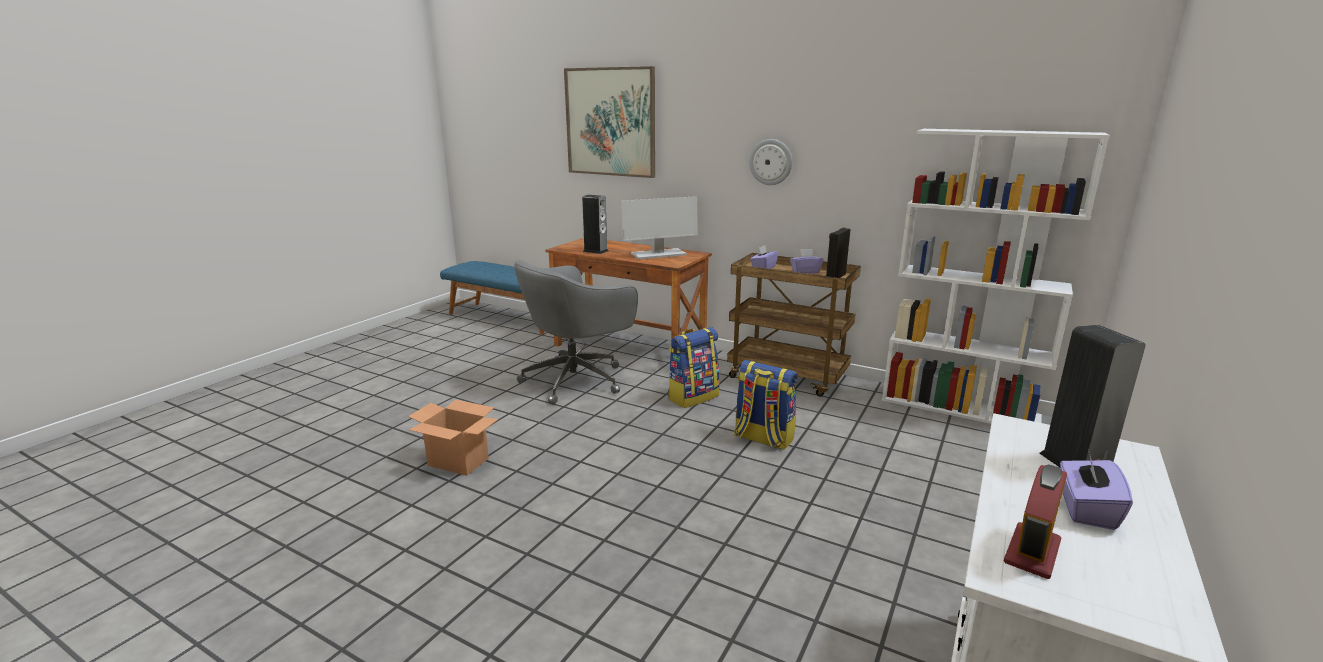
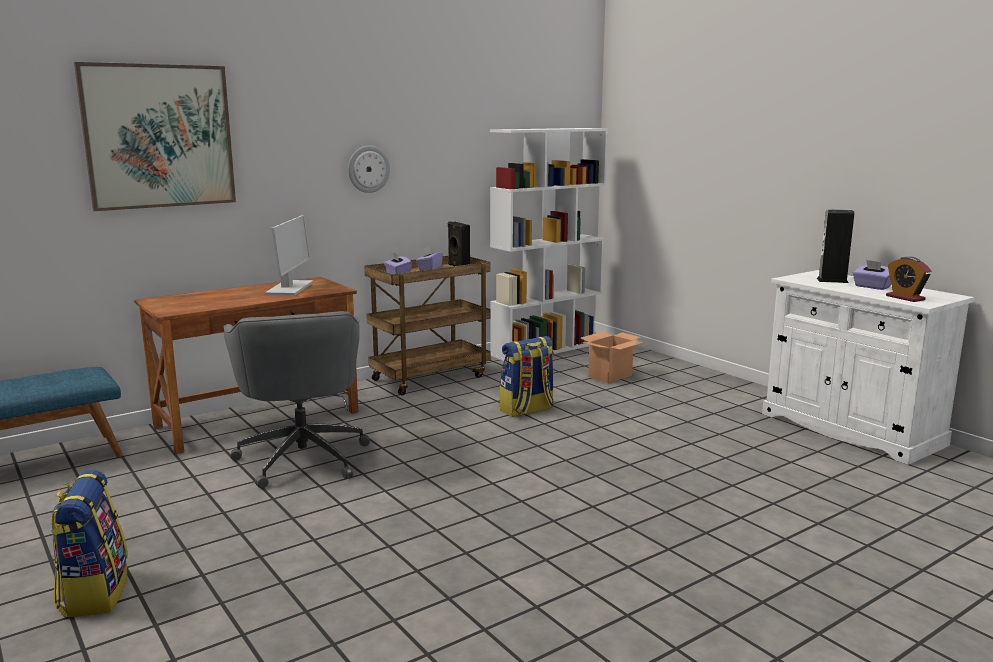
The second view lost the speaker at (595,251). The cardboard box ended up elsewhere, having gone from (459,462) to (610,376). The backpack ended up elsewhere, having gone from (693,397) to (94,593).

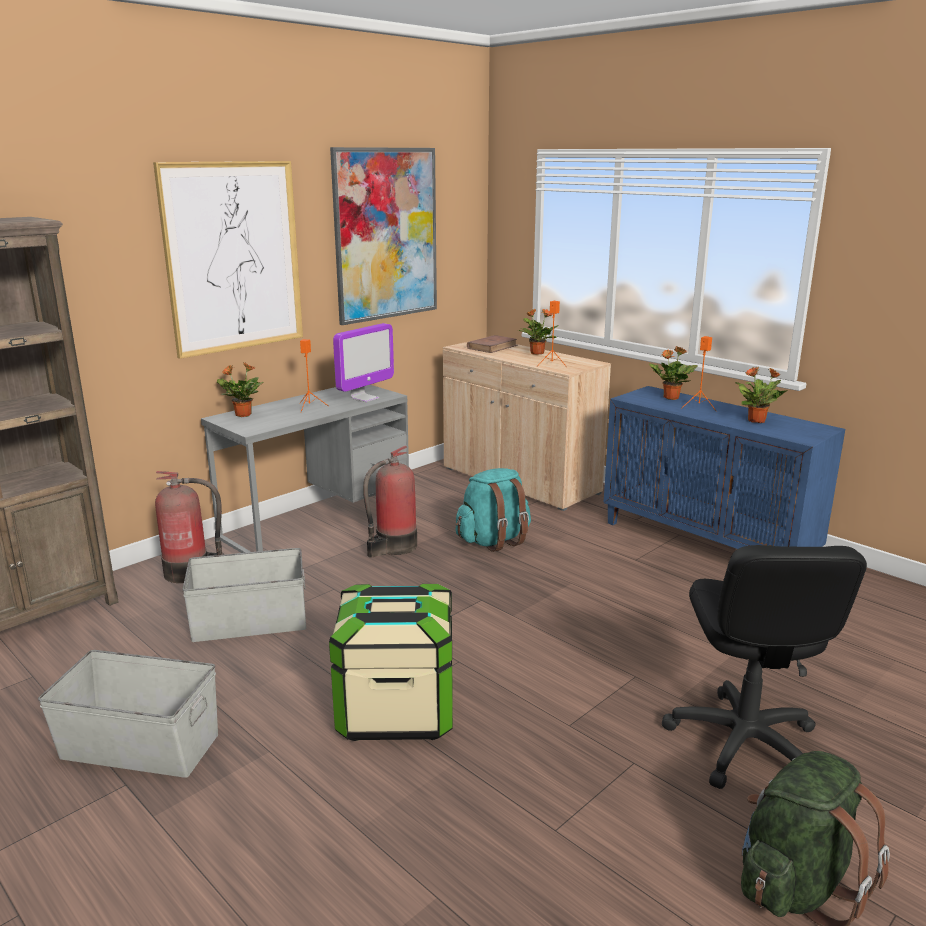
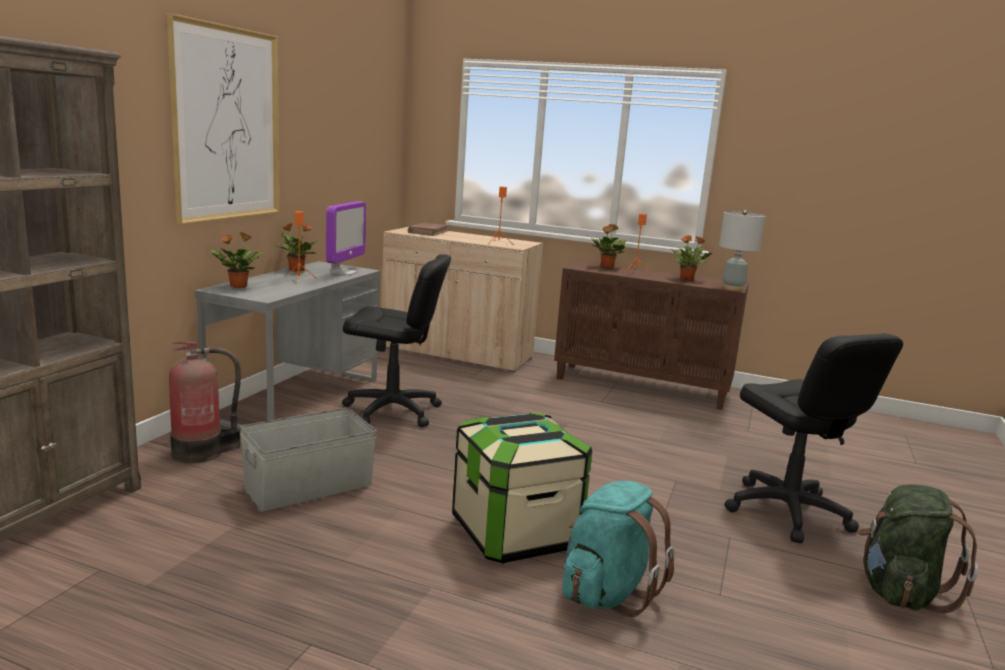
The second view lost the grey storage box at (140,745). The second view lost the picture at (386,234). The second view gained the grey table lamp at (732,288). The turquoise backpack ended up elsewhere, having gone from (494,540) to (607,592). The potted plant ended up elsewhere, having gone from (536,353) to (296,270). Where the fire extinguisher stood at (394,547), the black office chair came to stand at (392,411). What was the blue cabinet at (707,543) turned into the brown cabinet at (642,386).

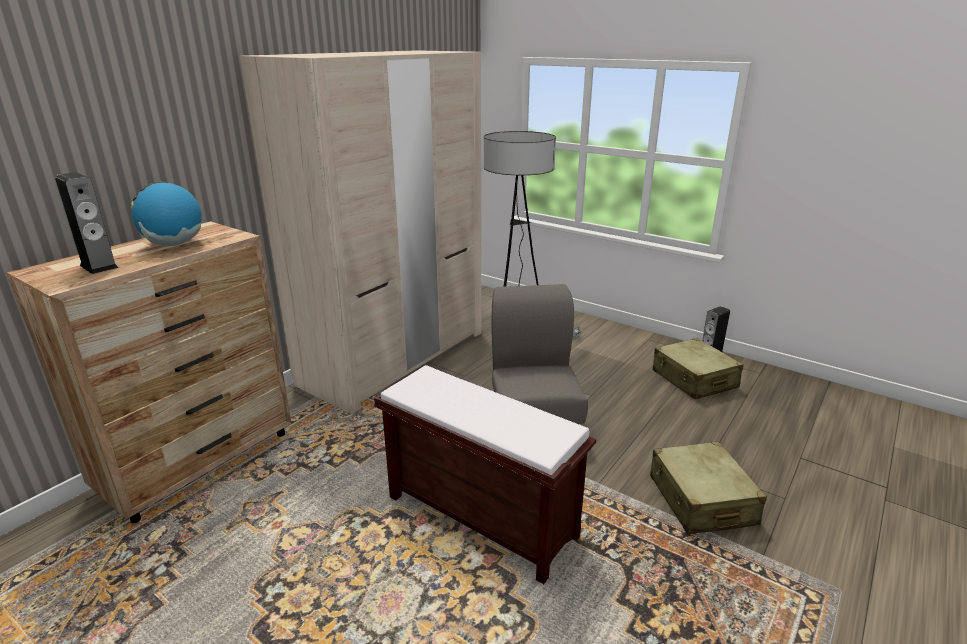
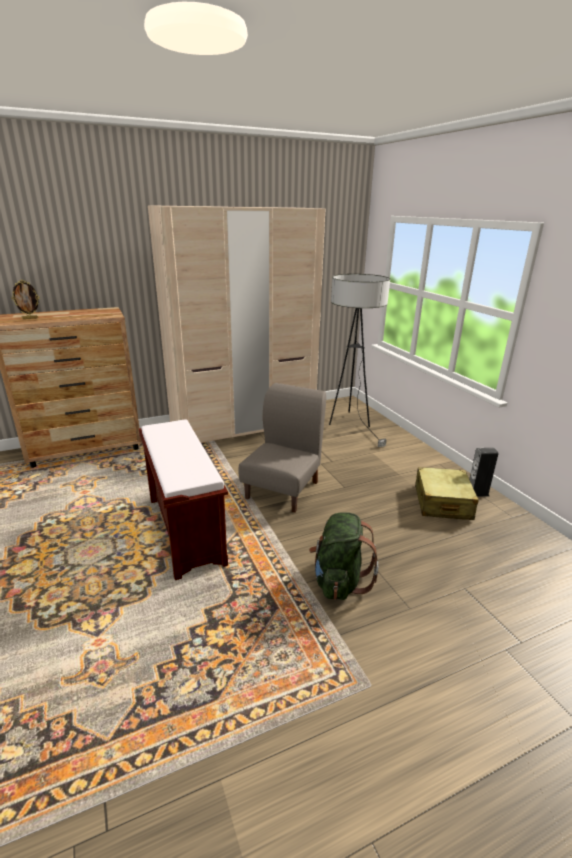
The second view lost the globe at (174,244). Where the speaker stood at (99,266), the picture frame came to stand at (30,318). Where the beige suitcase stood at (701,500), the green backpack came to stand at (339,581).

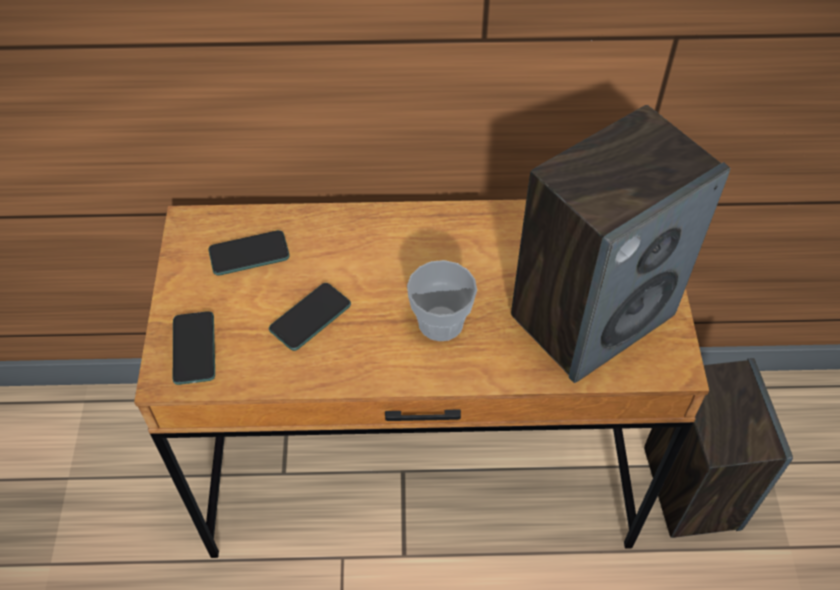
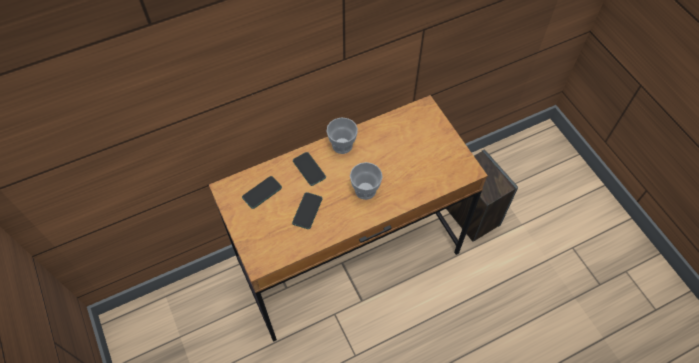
The second view lost the speaker at (592,314). The second view gained the cup at (342,145). The phone ended up elsewhere, having gone from (194,348) to (309,169).

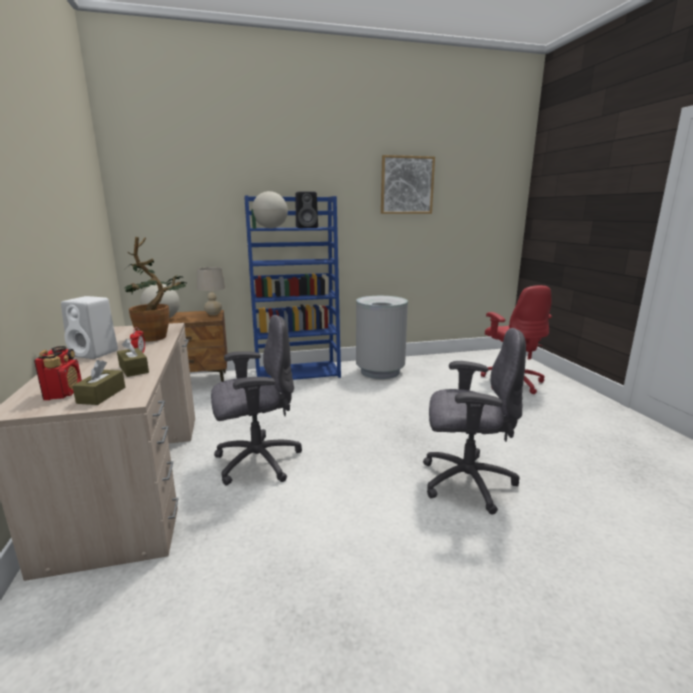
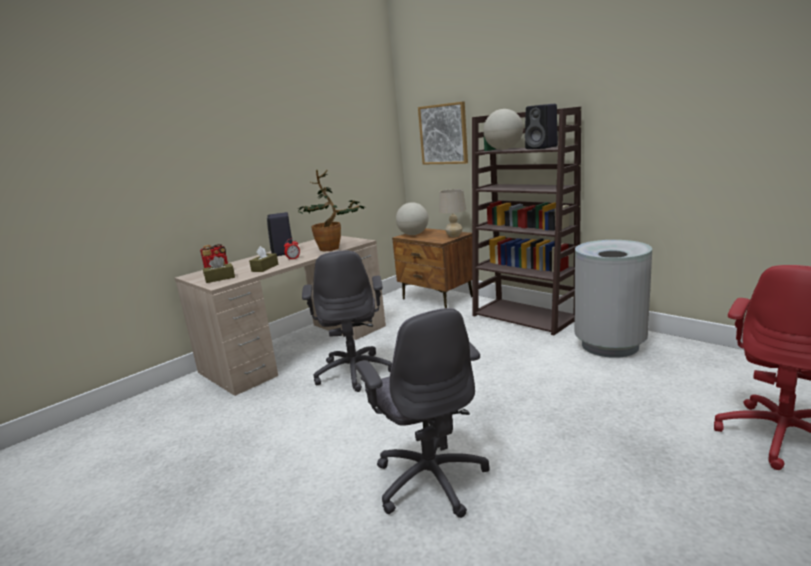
The picture ended up elsewhere, having gone from (406,185) to (443,134). What was the white speaker at (95,353) turned into the black speaker at (283,253). What was the blue bookcase at (298,373) turned into the brown bookcase at (525,316). The grey office chair at (256,461) ended up facing another way, 45 degrees clockwise from before.

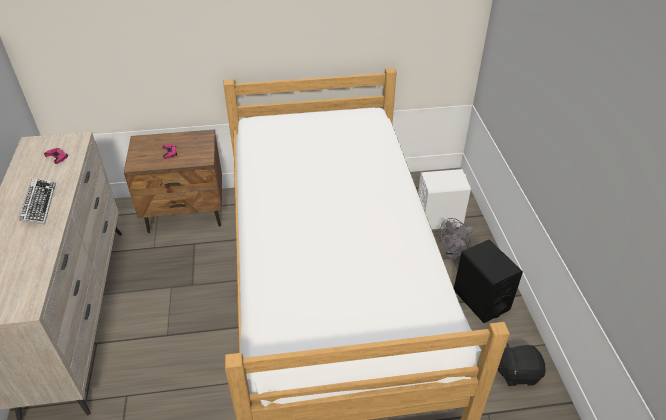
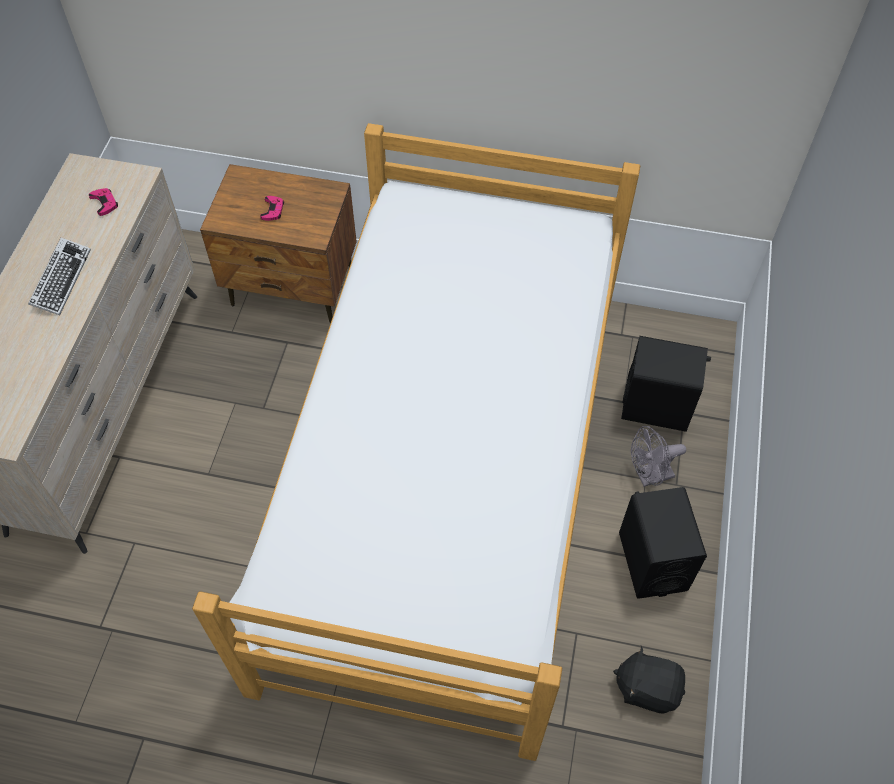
What was the white speaker at (439,219) turned into the black speaker at (656,406).

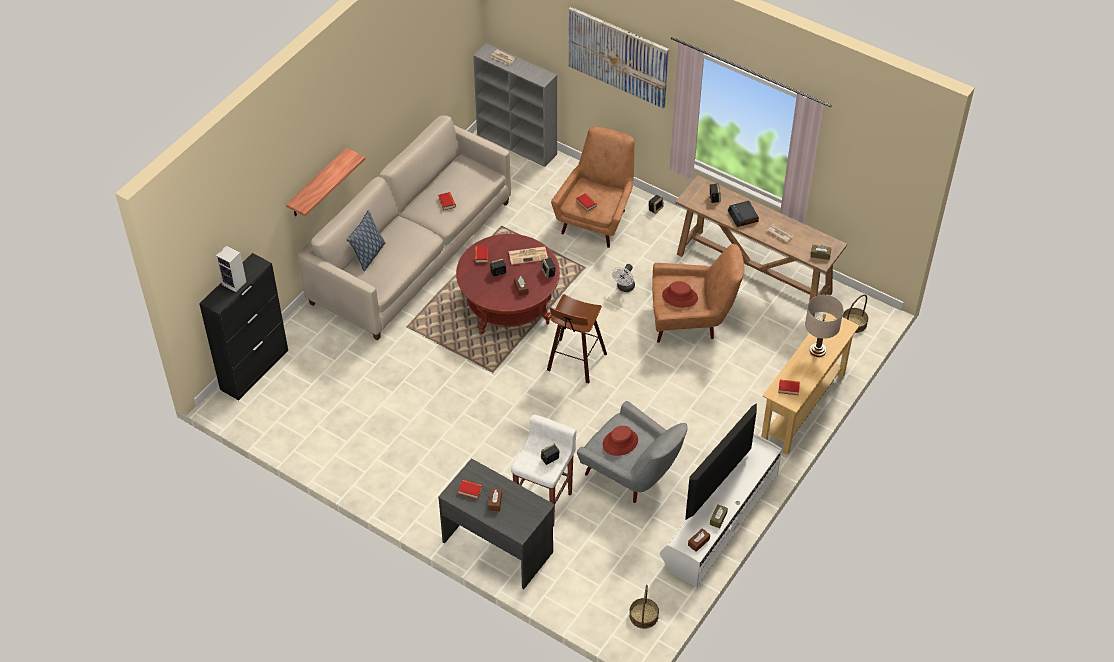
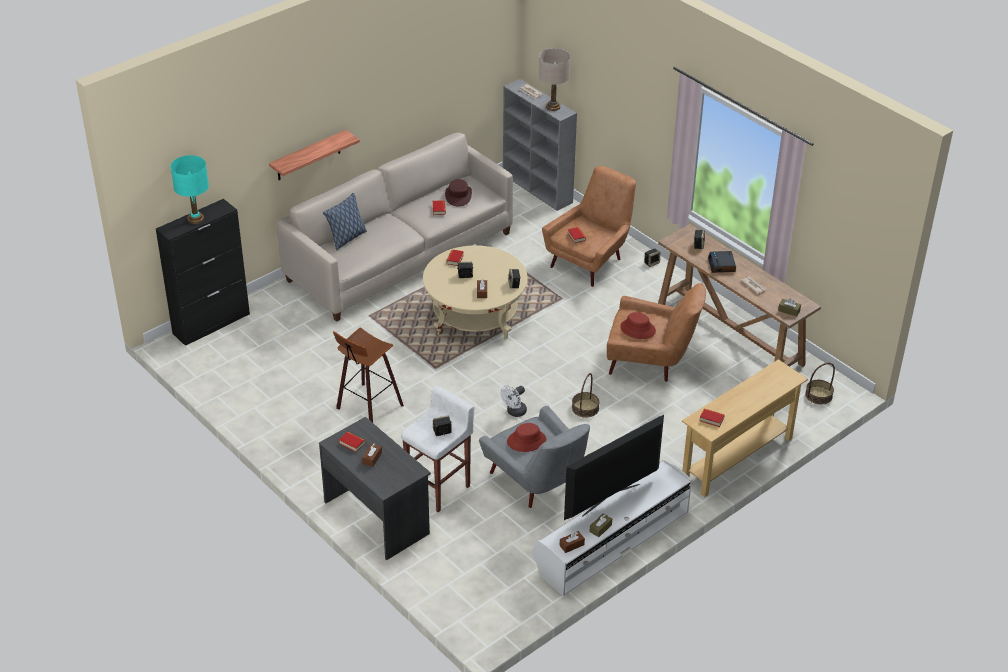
The second view lost the newspaper at (528,255). The second view lost the picture at (618,56). The second view gained the brown hat at (458,196). The stool ended up elsewhere, having gone from (575,363) to (367,407). The white fan ended up elsewhere, having gone from (624,288) to (514,412). The basket ended up elsewhere, having gone from (643,615) to (585,408). The beige table lamp ended up elsewhere, having gone from (817,350) to (553,107). Where the speaker stood at (235,283), the turquoise table lamp came to stand at (196,219). What was the red coffee table at (509,303) turned into the beige coffee table at (475,315).

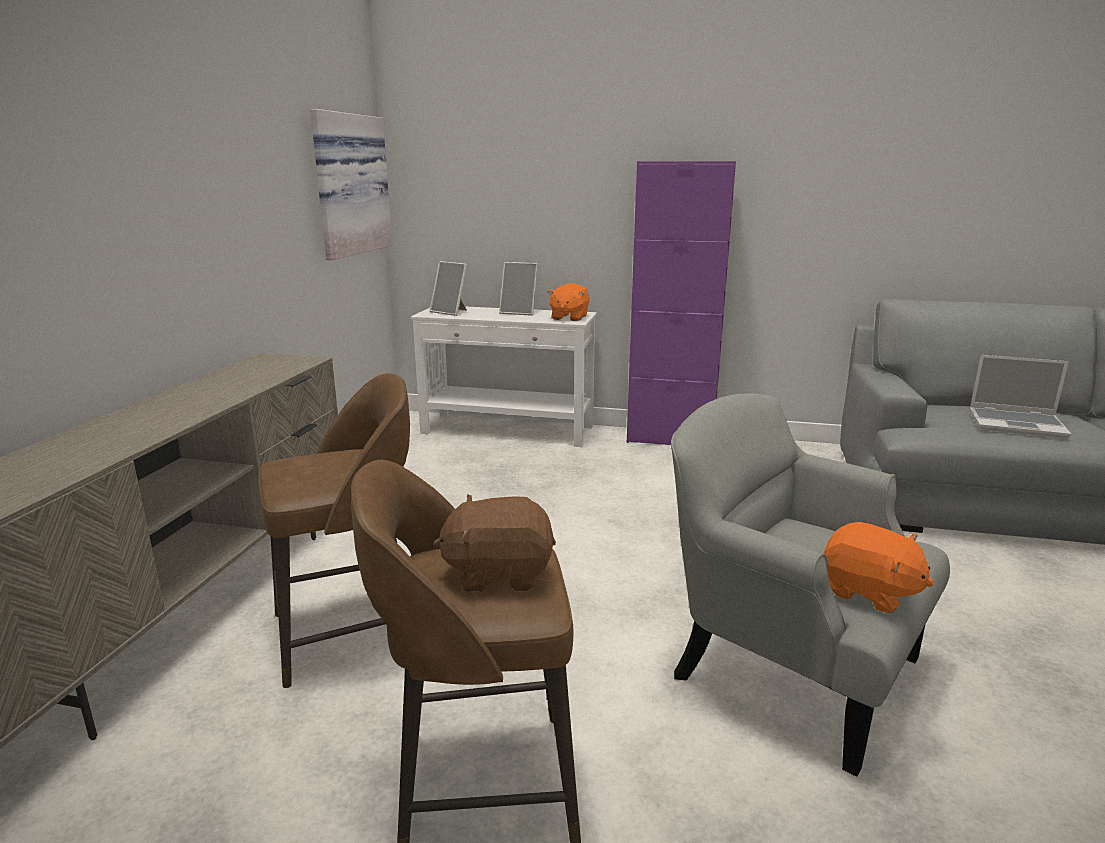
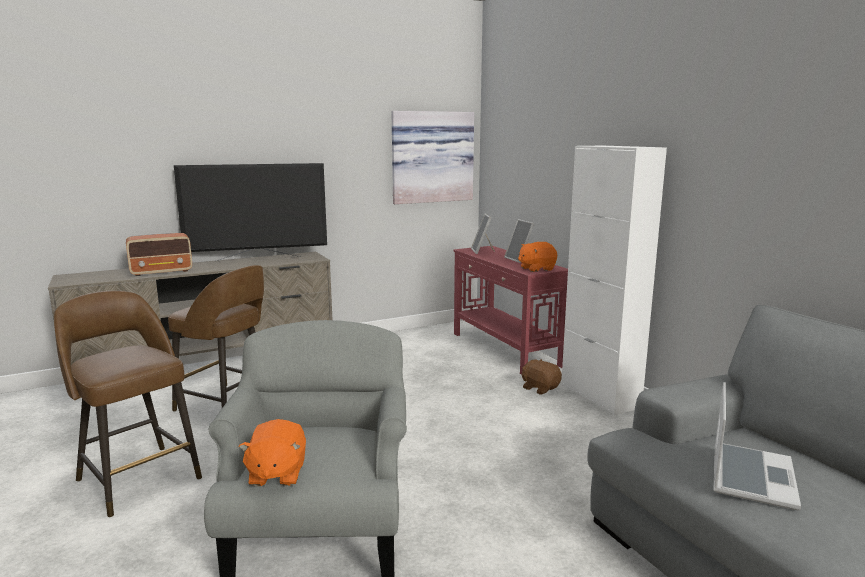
The second view gained the radio at (162,271). The second view gained the television at (258,259). The brown plush toy ended up elsewhere, having gone from (498,573) to (540,388). What was the white console table at (508,430) turned into the red console table at (505,349). What was the purple cabinet at (670,439) turned into the white cabinet at (599,396). The laptop at (1017,424) ended up facing another way, 135 degrees counterclockwise from before.

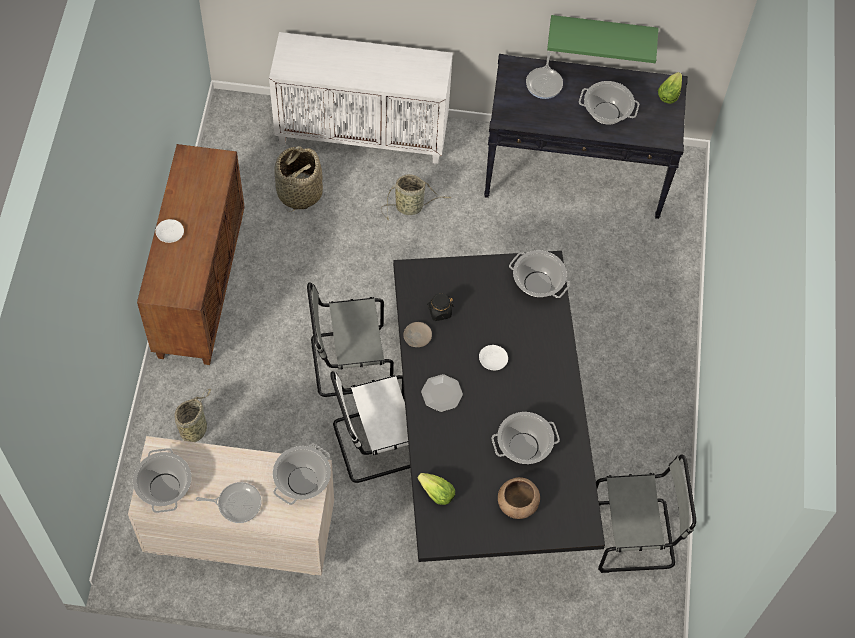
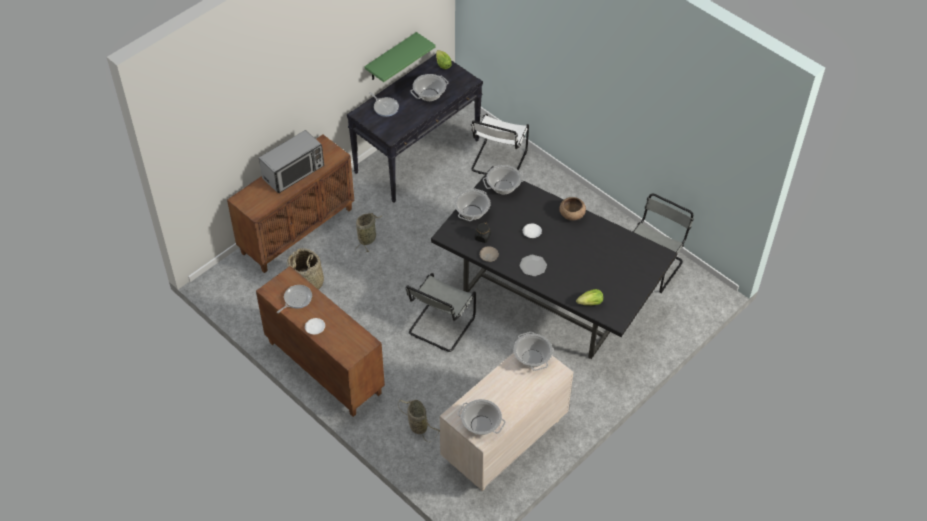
The second view gained the microwave at (294,172). The frying pan ended up elsewhere, having gone from (237,503) to (296,299). The white chair ended up elsewhere, having gone from (374,443) to (498,162). The cooking pot ended up elsewhere, having gone from (524,446) to (472,212). The brown bowl ended up elsewhere, having gone from (517,503) to (571,215). What was the white cabinet at (363,133) turned into the brown cabinet at (297,230).

